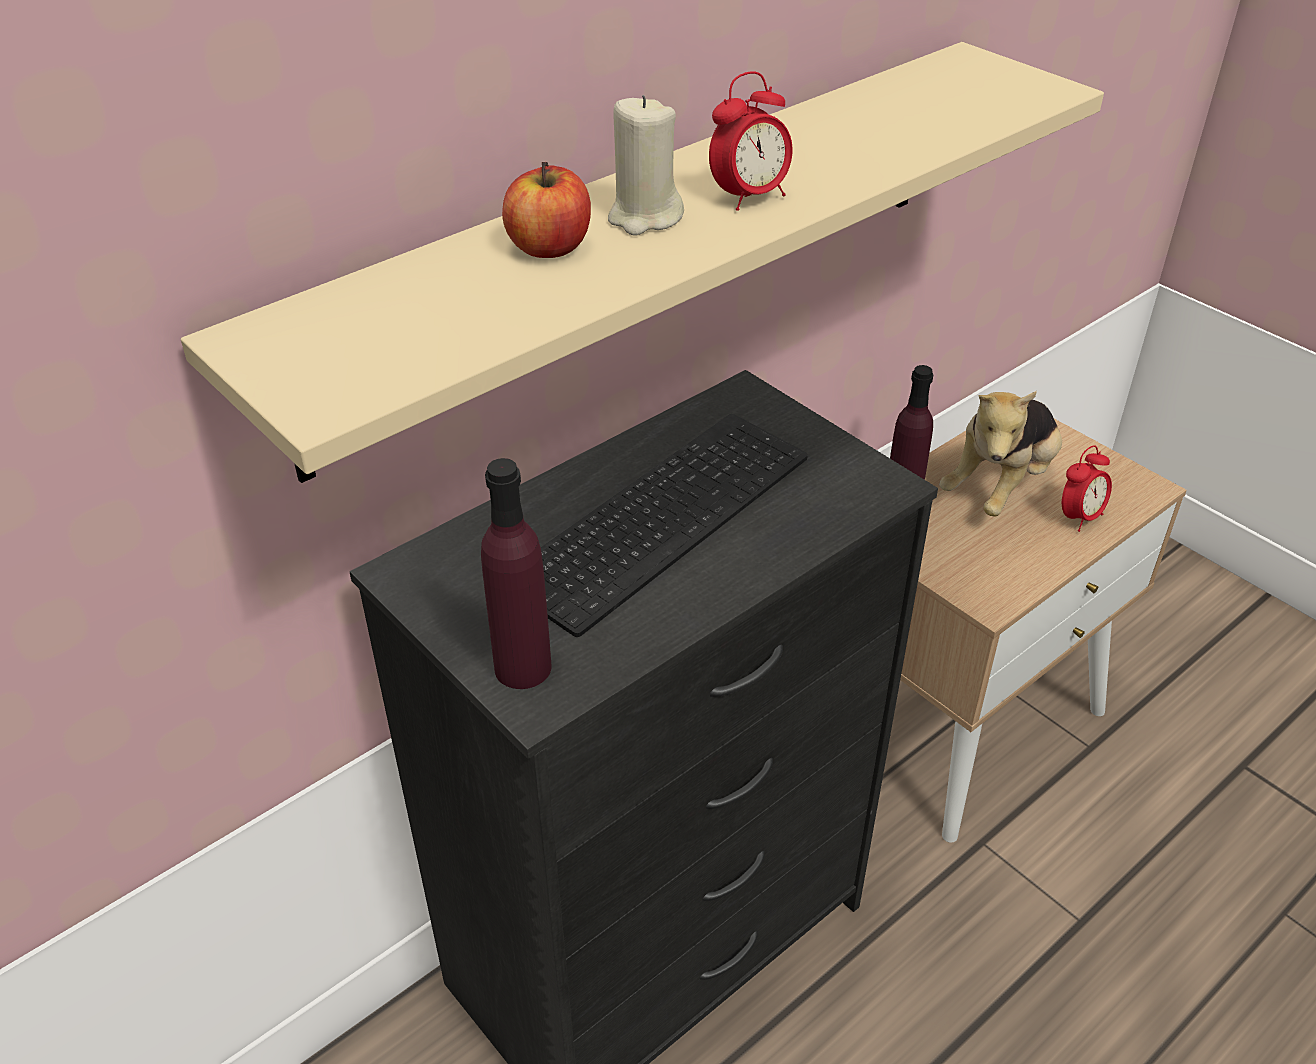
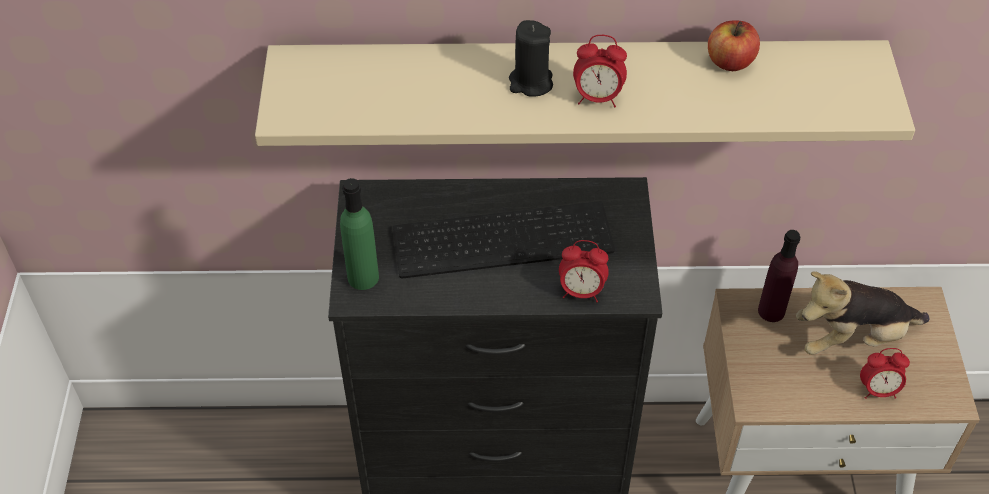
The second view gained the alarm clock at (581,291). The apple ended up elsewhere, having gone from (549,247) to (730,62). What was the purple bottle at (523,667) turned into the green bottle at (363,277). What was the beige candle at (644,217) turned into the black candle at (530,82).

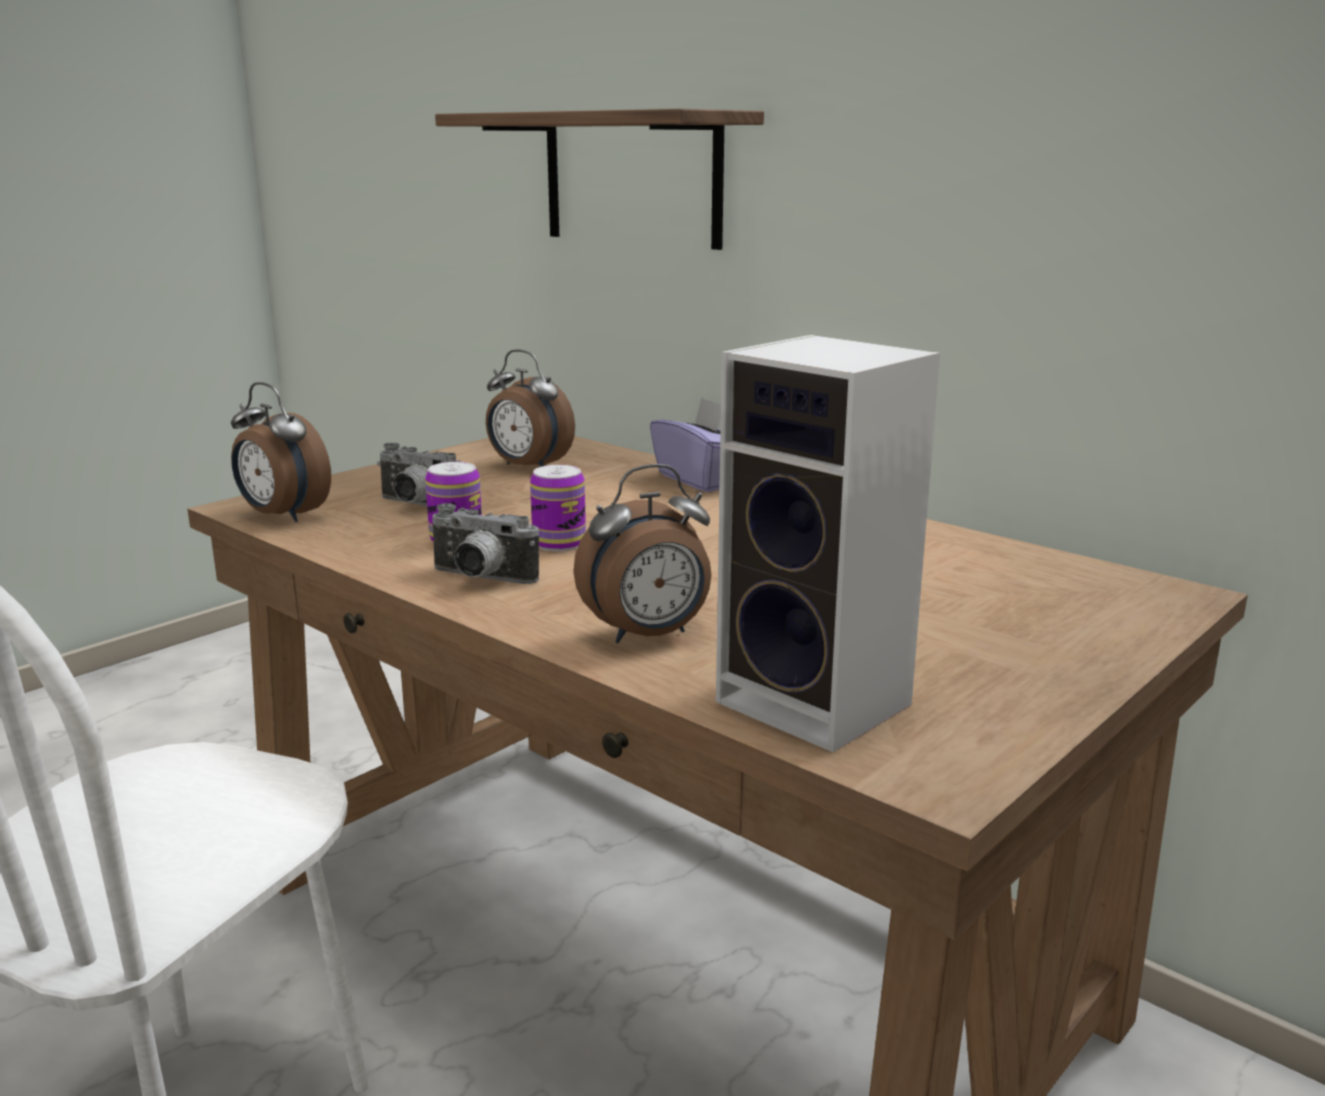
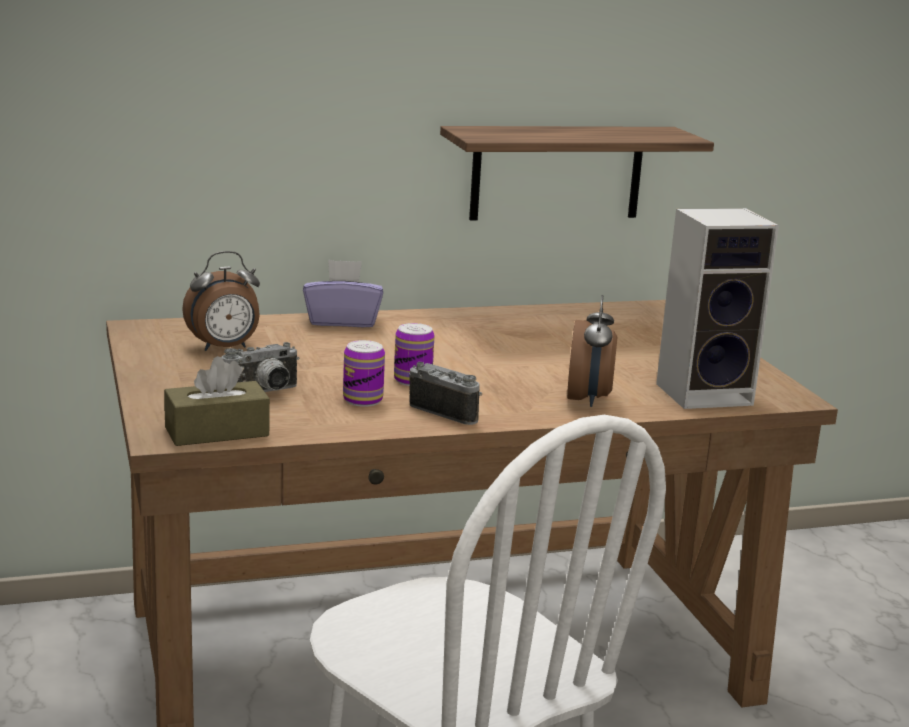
The shelf ended up elsewhere, having gone from (631,179) to (557,172). Where the alarm clock stood at (282,516), the brown tissue box came to stand at (217,431). The photo camera at (479,579) ended up facing another way, 105 degrees counterclockwise from before.

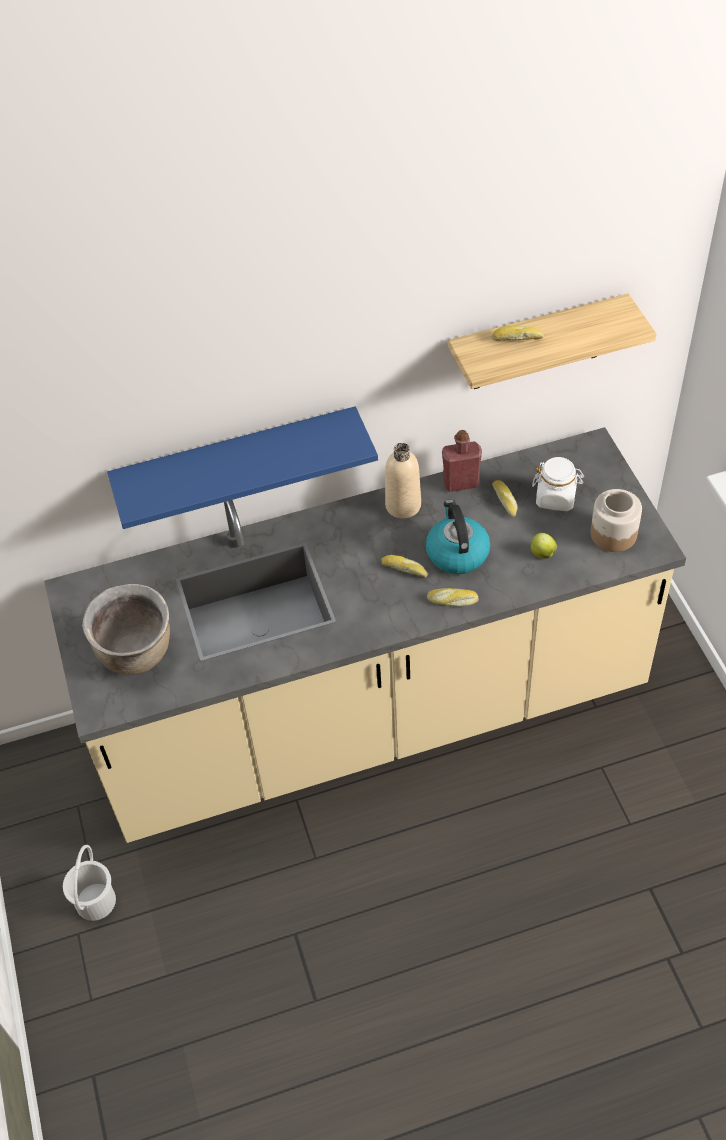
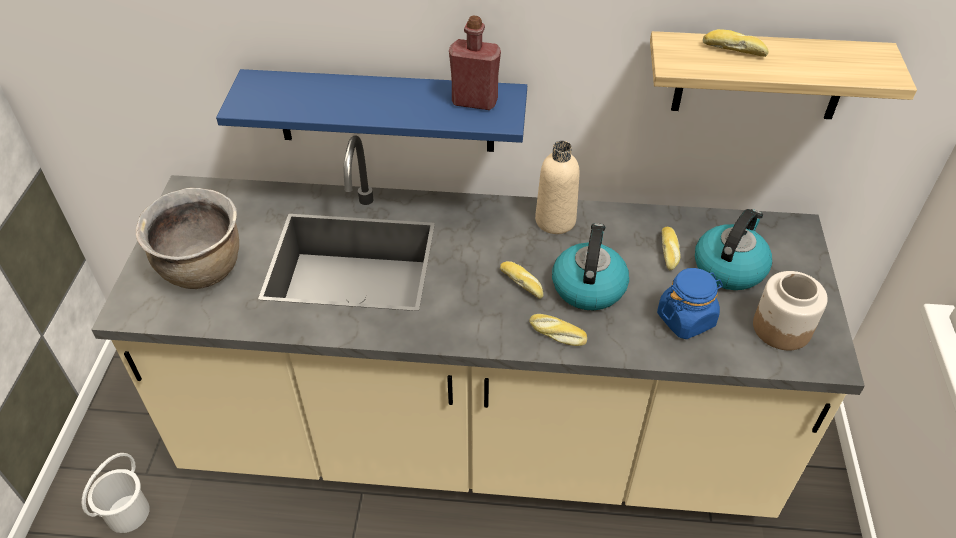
The red bottle ended up elsewhere, having gone from (461,483) to (474,101). Where the apple stood at (542,553), the blue jar came to stand at (686,319). Where the white jar stood at (556,498), the kettle came to stand at (729,267).

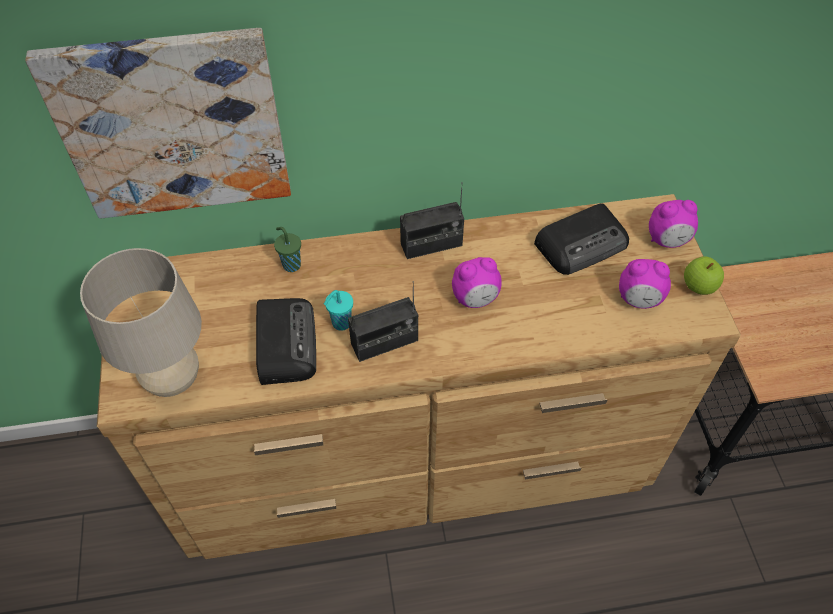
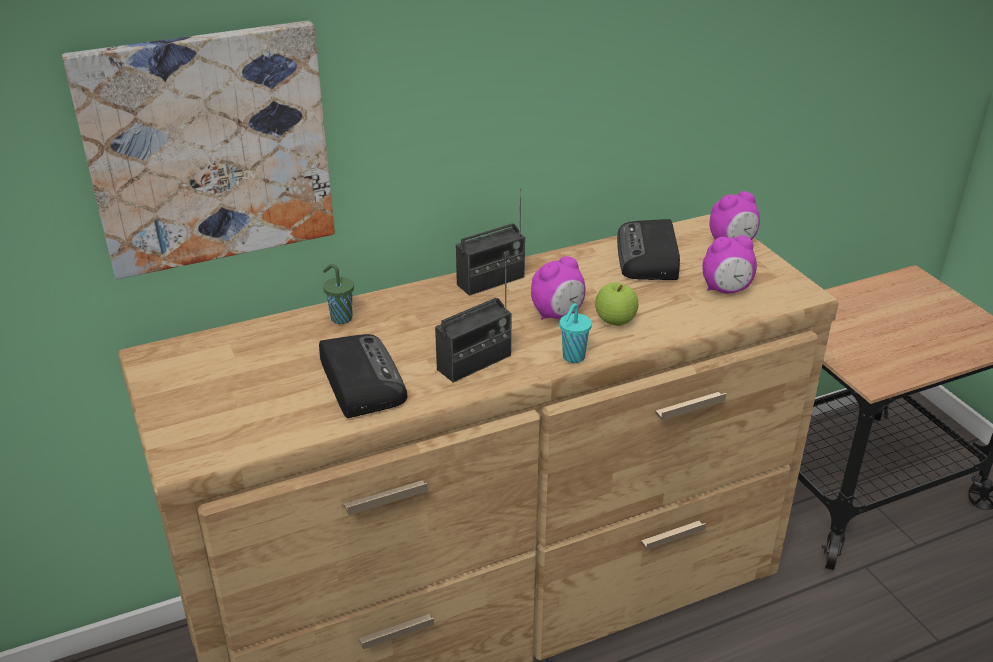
The second view lost the beige table lamp at (173,380). The turquoise cup ended up elsewhere, having gone from (340,323) to (572,357). The apple ended up elsewhere, having gone from (698,287) to (615,321). The radio at (582,244) ended up facing another way, 135 degrees clockwise from before.

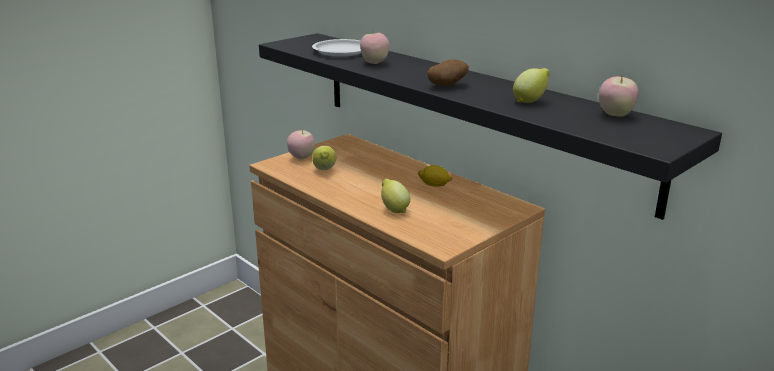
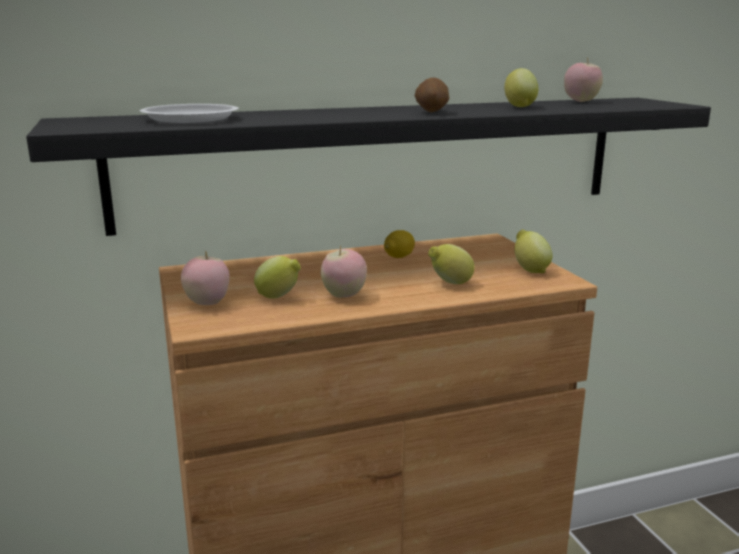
The second view gained the lemon at (530,270). The apple ended up elsewhere, having gone from (374,63) to (344,295).

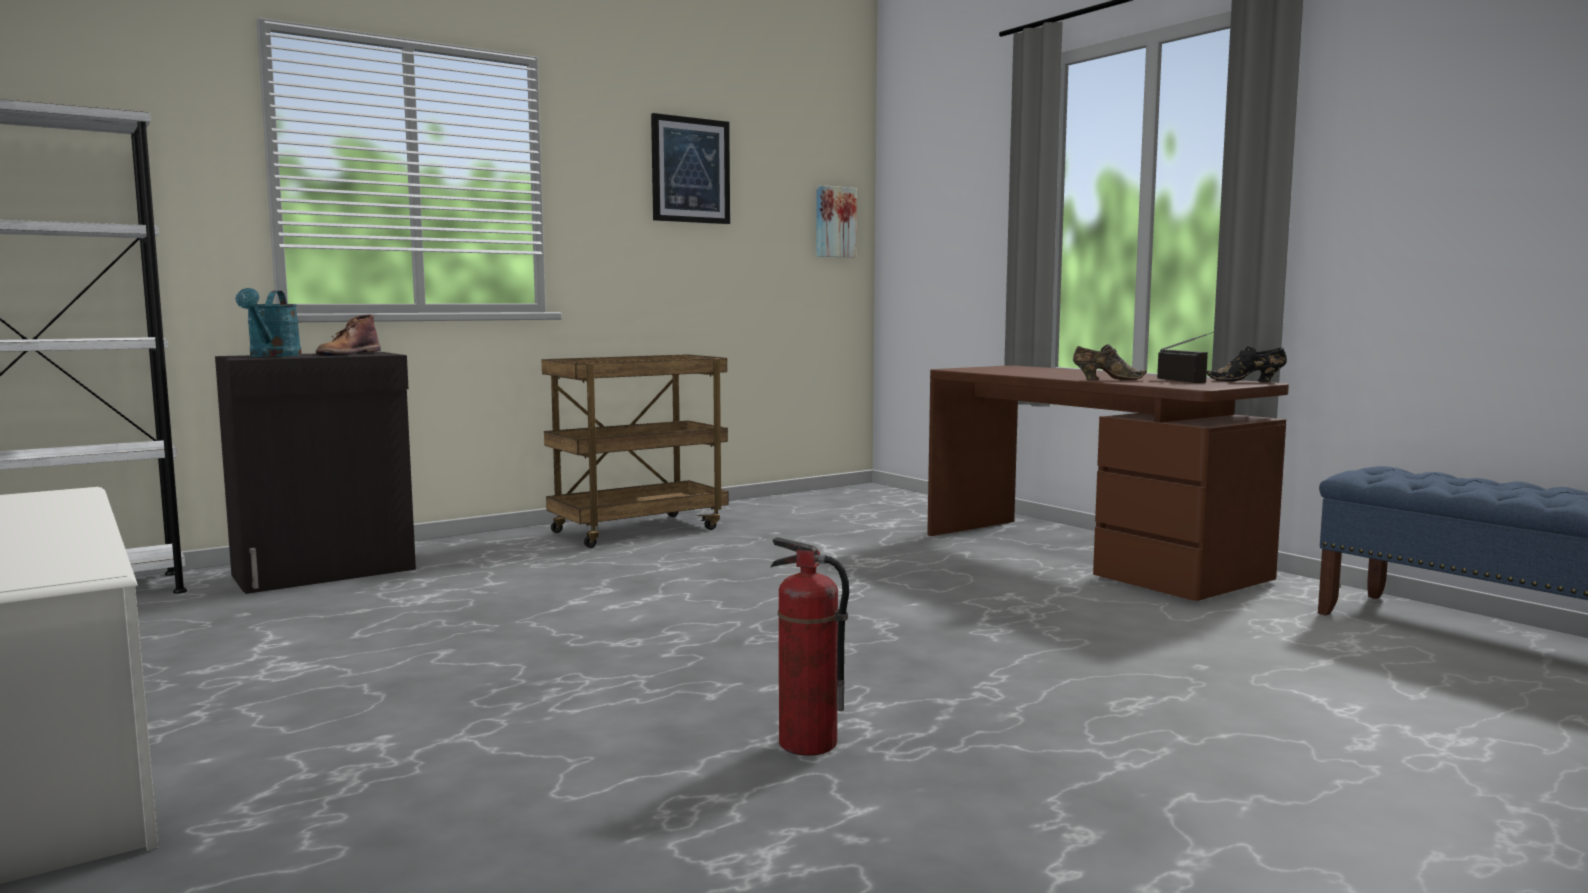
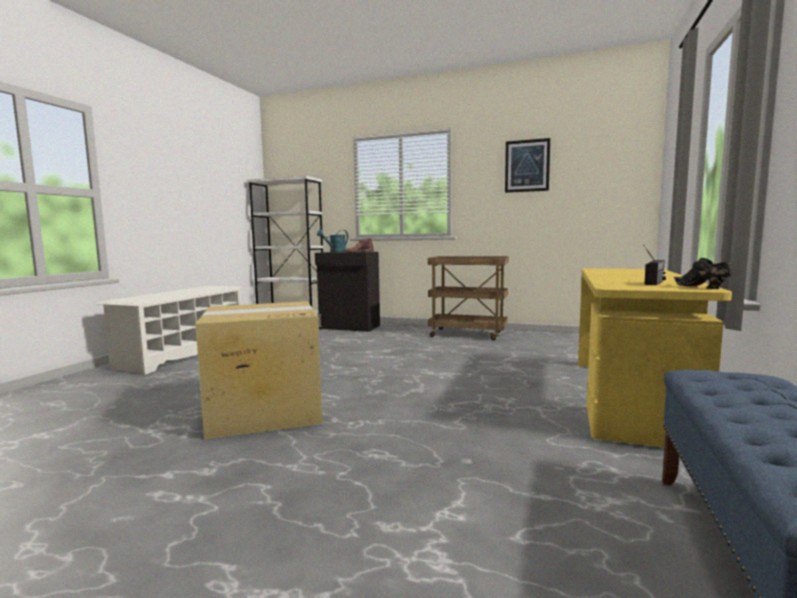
The second view lost the picture at (834,222). The second view lost the brown shoe at (1106,380). Where the fire extinguisher stood at (807,744), the cardboard box came to stand at (263,410). What was the brown desk at (1086,555) turned into the yellow desk at (630,398).

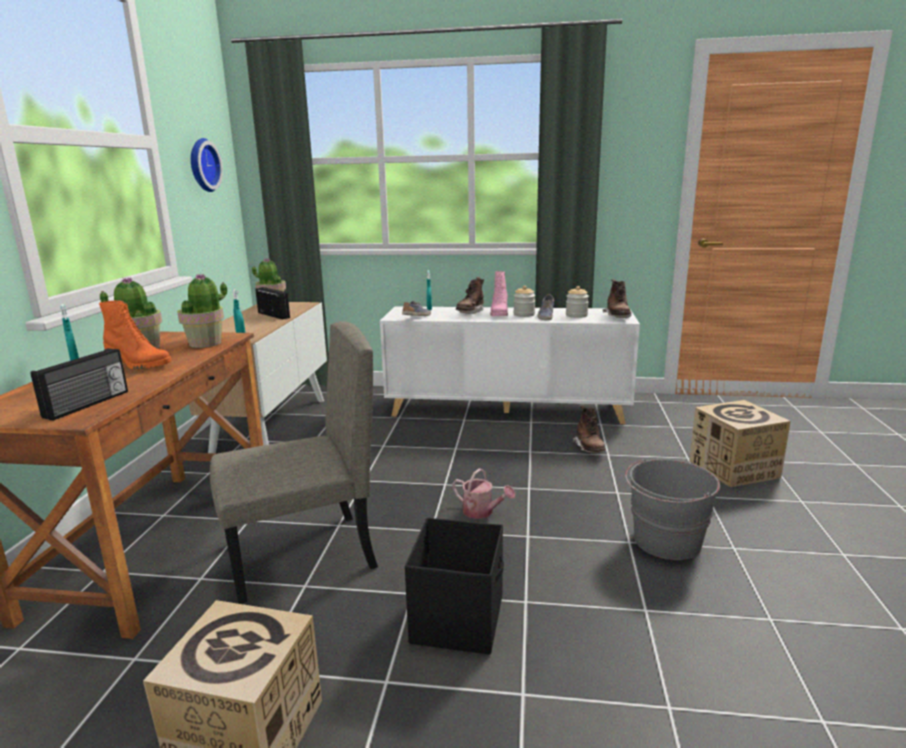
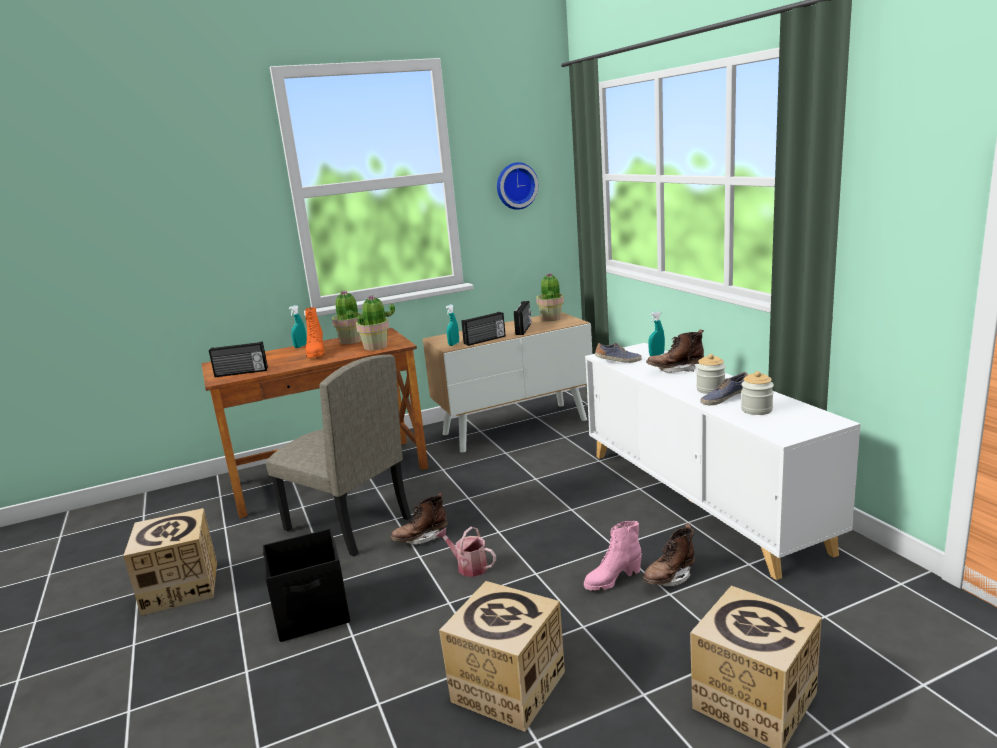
The second view gained the radio at (485,340). The pink boot ended up elsewhere, having gone from (499,314) to (612,579). The brown boot ended up elsewhere, having gone from (617,317) to (421,538). Where the grey bucket stood at (666,541), the cardboard box came to stand at (507,687). The watering can at (482,512) ended up facing another way, 120 degrees clockwise from before.

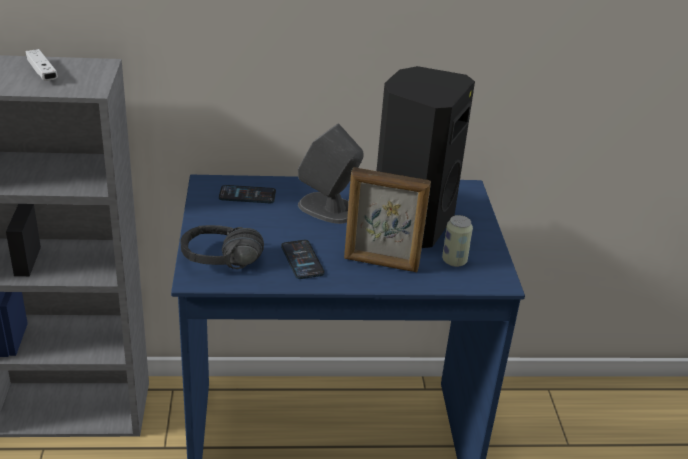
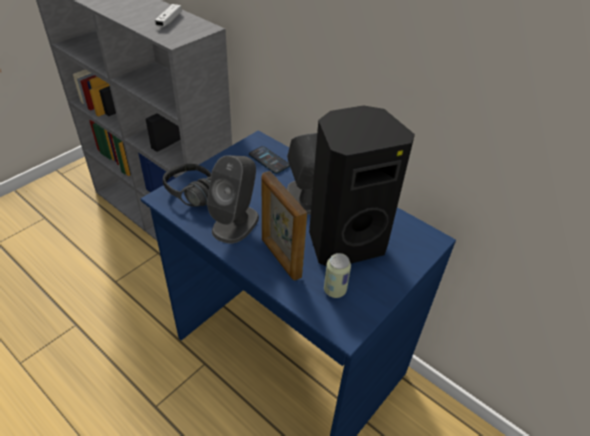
Where the phone stood at (302,260), the grey speaker came to stand at (236,223).

